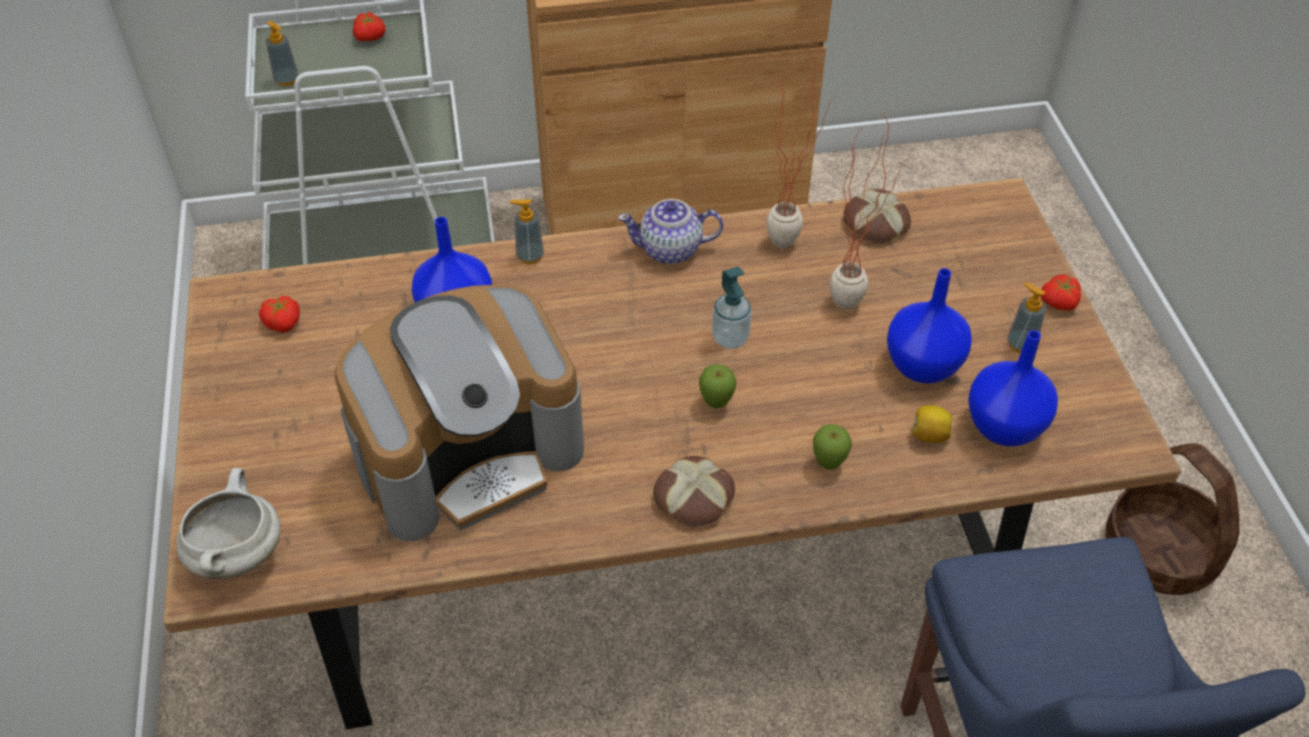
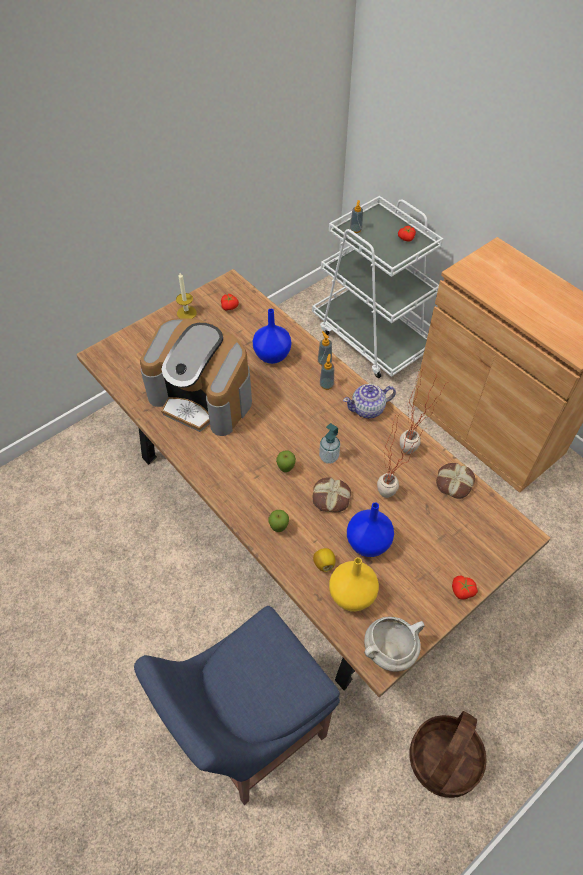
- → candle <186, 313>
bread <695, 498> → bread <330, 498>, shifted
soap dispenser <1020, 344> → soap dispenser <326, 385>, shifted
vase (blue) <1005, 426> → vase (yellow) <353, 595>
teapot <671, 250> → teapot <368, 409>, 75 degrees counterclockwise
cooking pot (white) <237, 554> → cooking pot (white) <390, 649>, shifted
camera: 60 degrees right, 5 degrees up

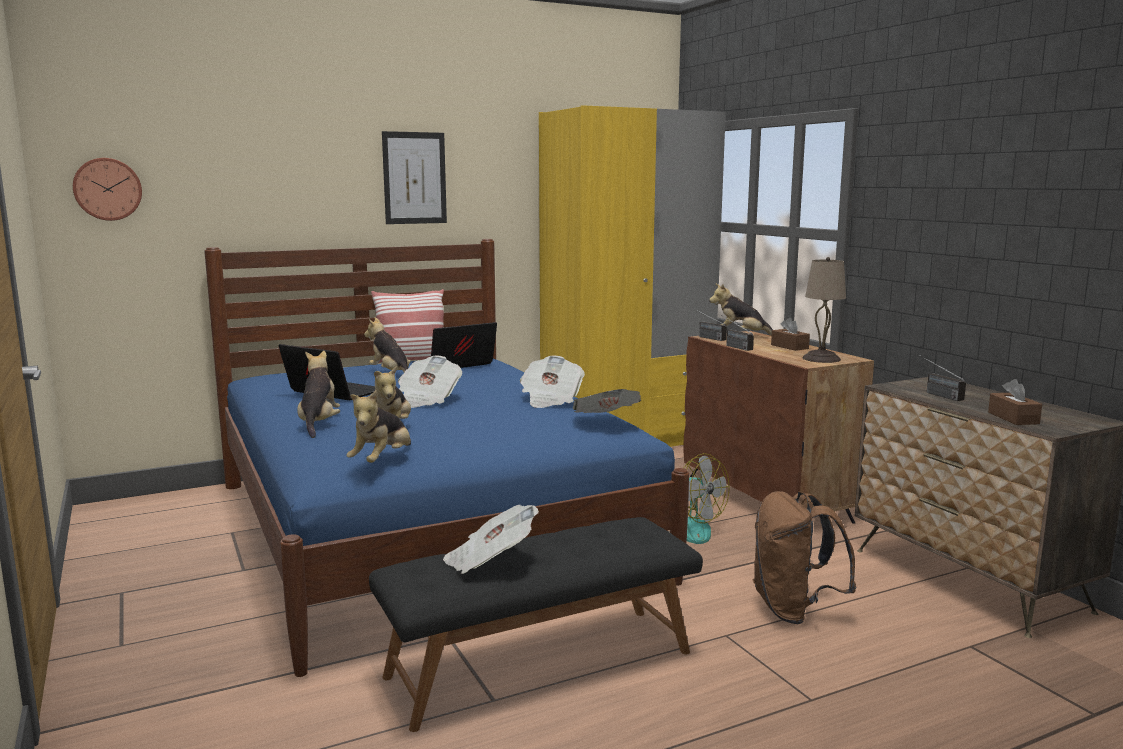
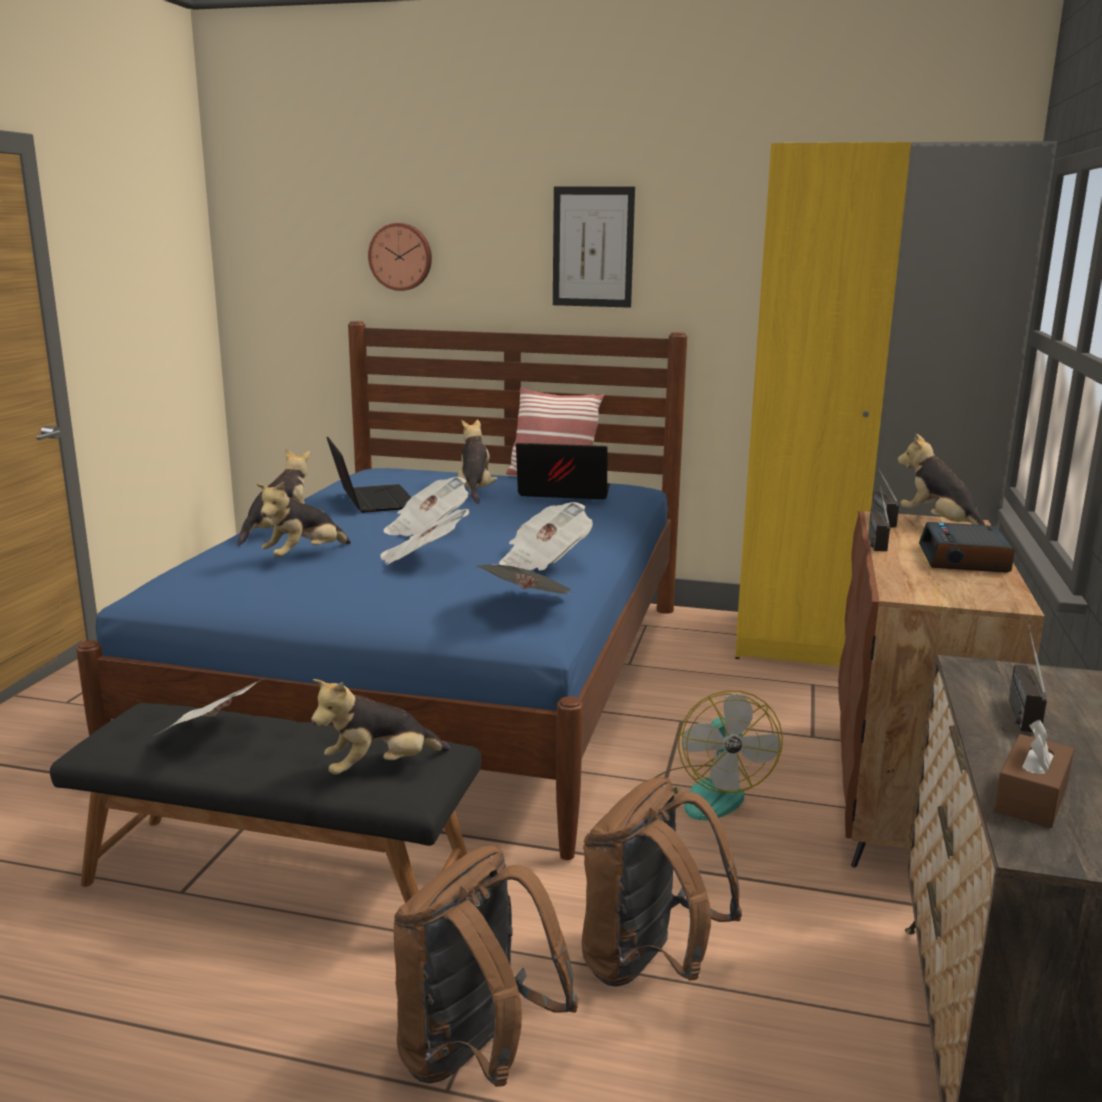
plush toy <382, 460> → plush toy <379, 768>, shifted
wall clock <108, 189> → wall clock <401, 257>, shifted
- → newspaper <422, 560>
- → backpack (brown) <474, 1057>
tissue box (brown) <789, 347> → alarm clock <964, 559>
table lamp (beige) <822, 359> → -
camera: 40 degrees right, 5 degrees up

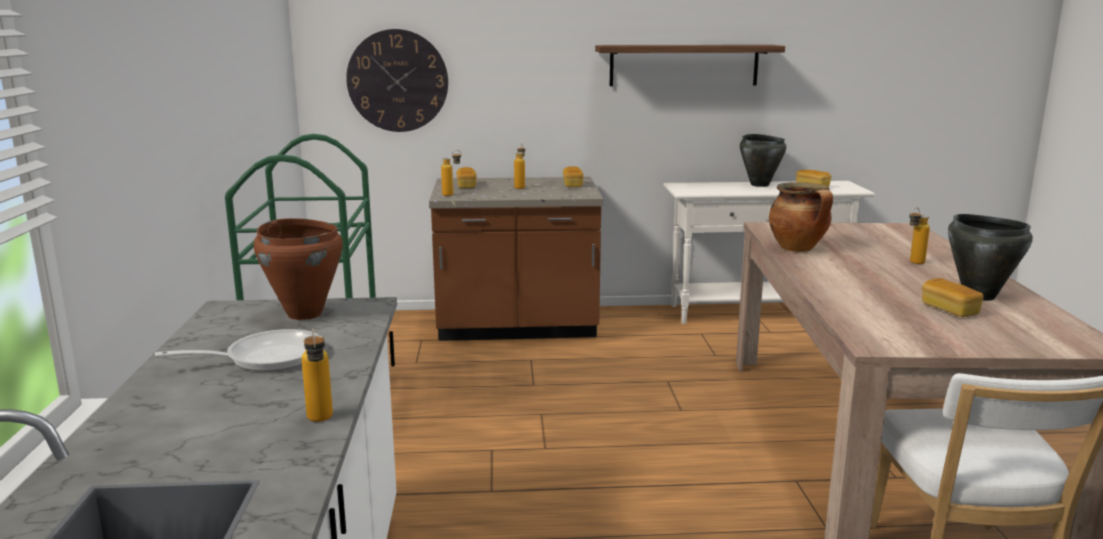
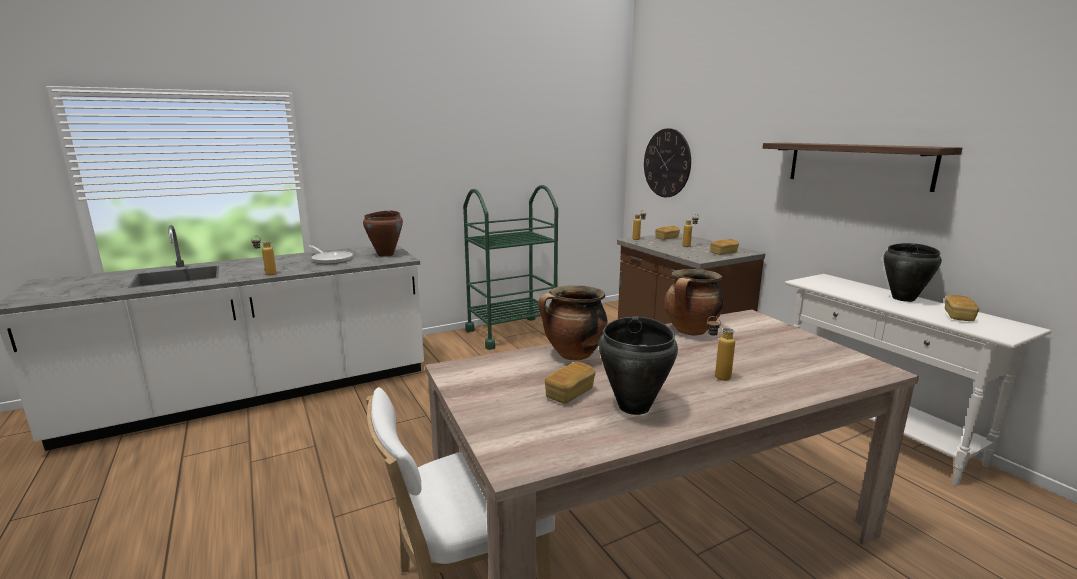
- → cooking pot <573, 355>
camera: 65 degrees right, 0 degrees up

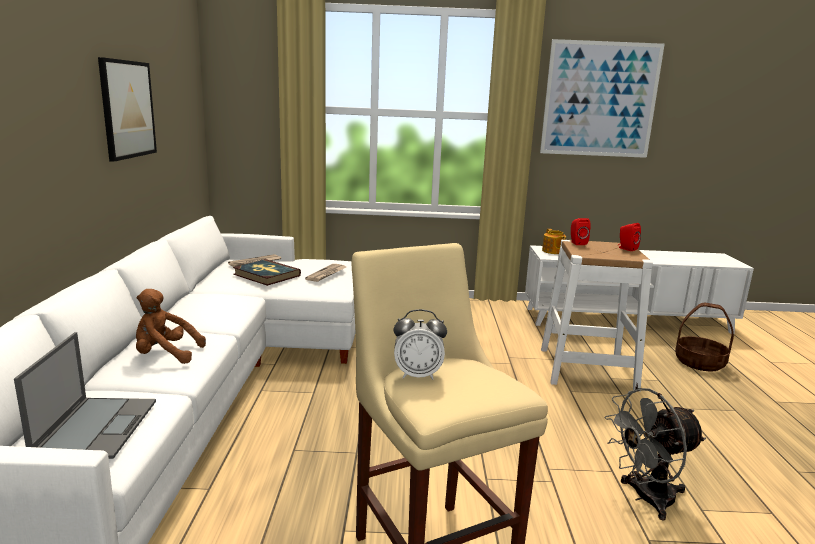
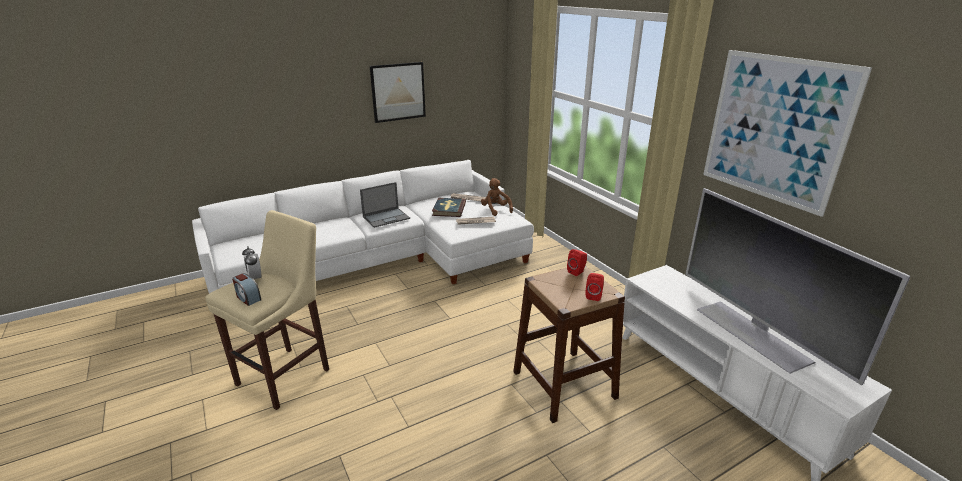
- → alarm clock <248, 298>
laptop <97, 426> → laptop <386, 217>, shifted
plush toy (brown) <165, 355> → plush toy (brown) <495, 210>, shifted
stool (white) <587, 368> → stool (brown) <564, 384>
- → television <753, 334>
teapot <553, 251> → -
fan (grey) <645, 498> → -
basket <700, 362> → -
camera: 60 degrees right, 10 degrees up

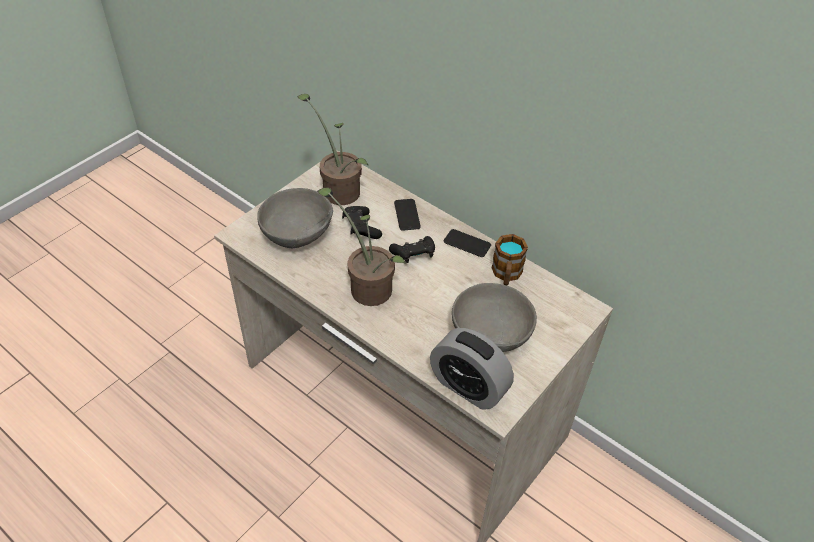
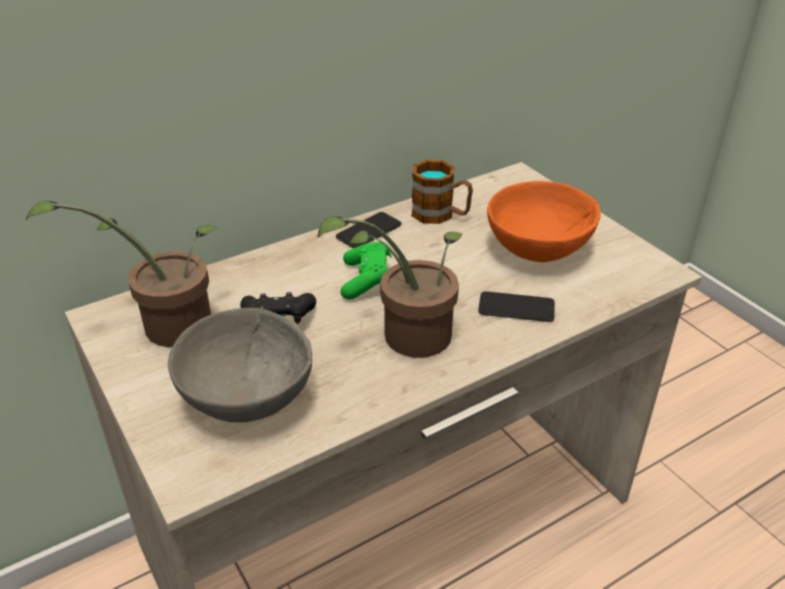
game controller (black) <413, 255> → game controller (green) <366, 280>
phone <407, 215> → phone <516, 308>, shifted
bowl (grey) <491, 335> → bowl (orange) <539, 248>
alarm clock <468, 386> → -
camera: 70 degrees left, 10 degrees down

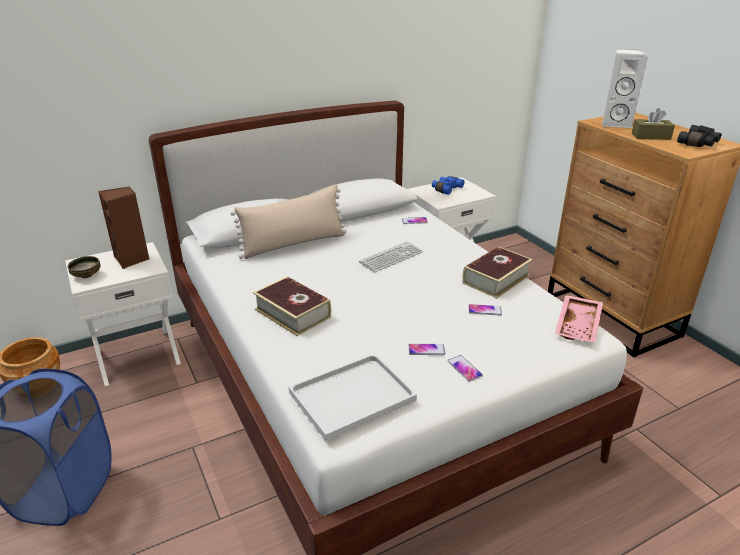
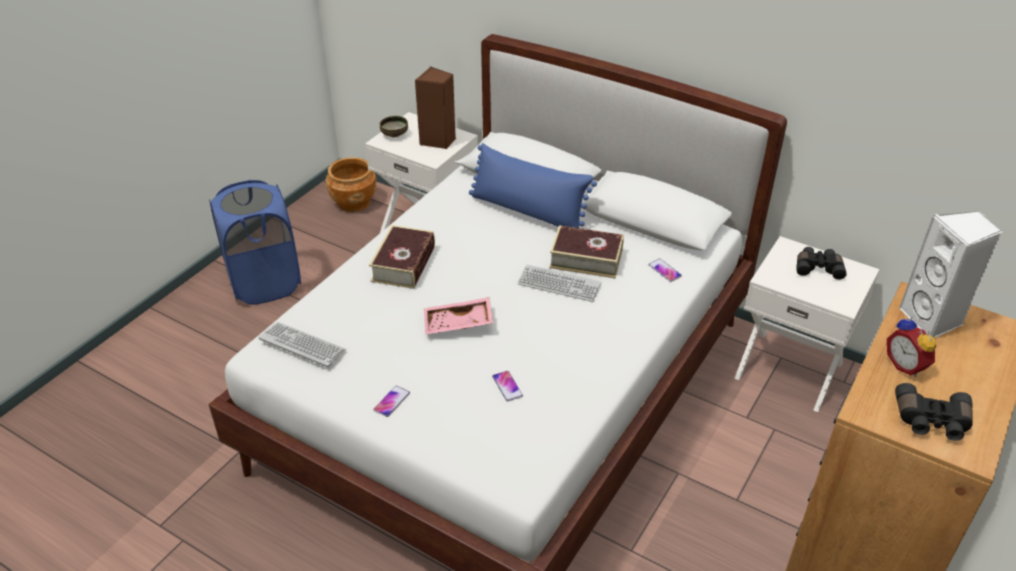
tray (white) <350, 398> → keyboard <302, 345>
tray (pink) <579, 326> → tray (pink) <458, 324>, shifted
pillow (beige) <294, 244> → pillow (blue) <528, 211>
book <496, 279> → book <586, 259>, shifted
binoculars (blue) <446, 189> → binoculars (black) <818, 268>
tissue box (brown) <650, 136> → alarm clock <906, 365>
phone <426, 350> → -
camera: 60 degrees right, 10 degrees up

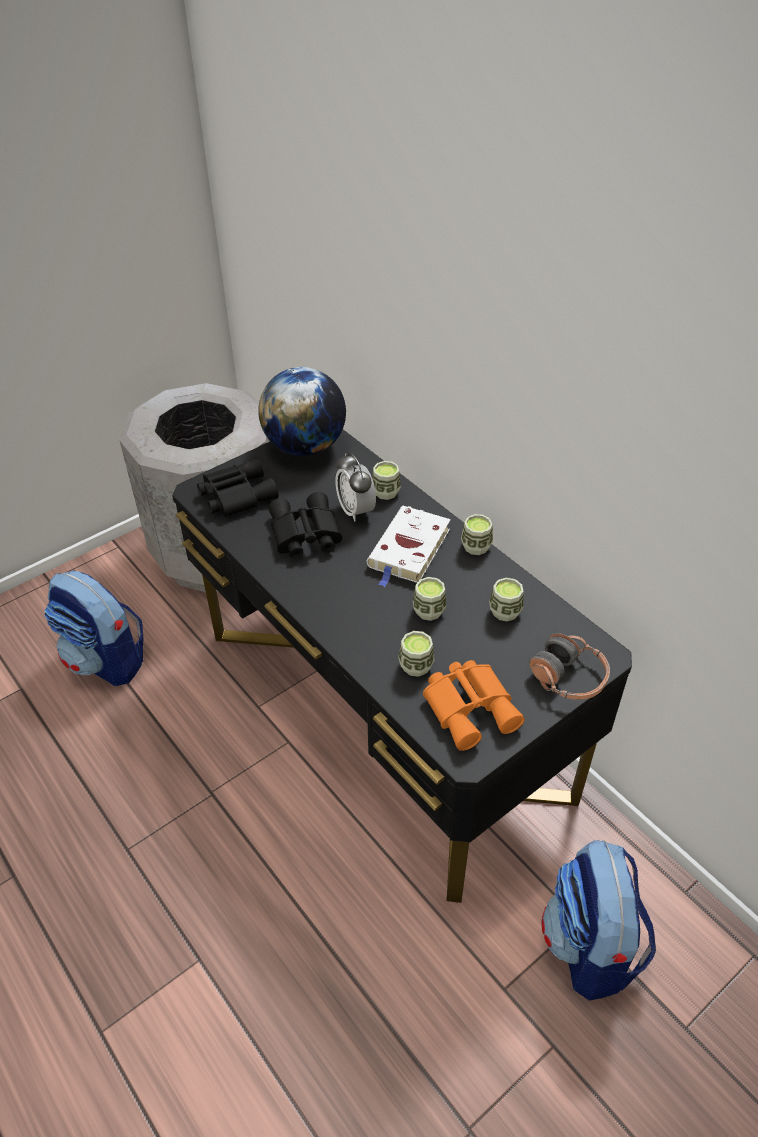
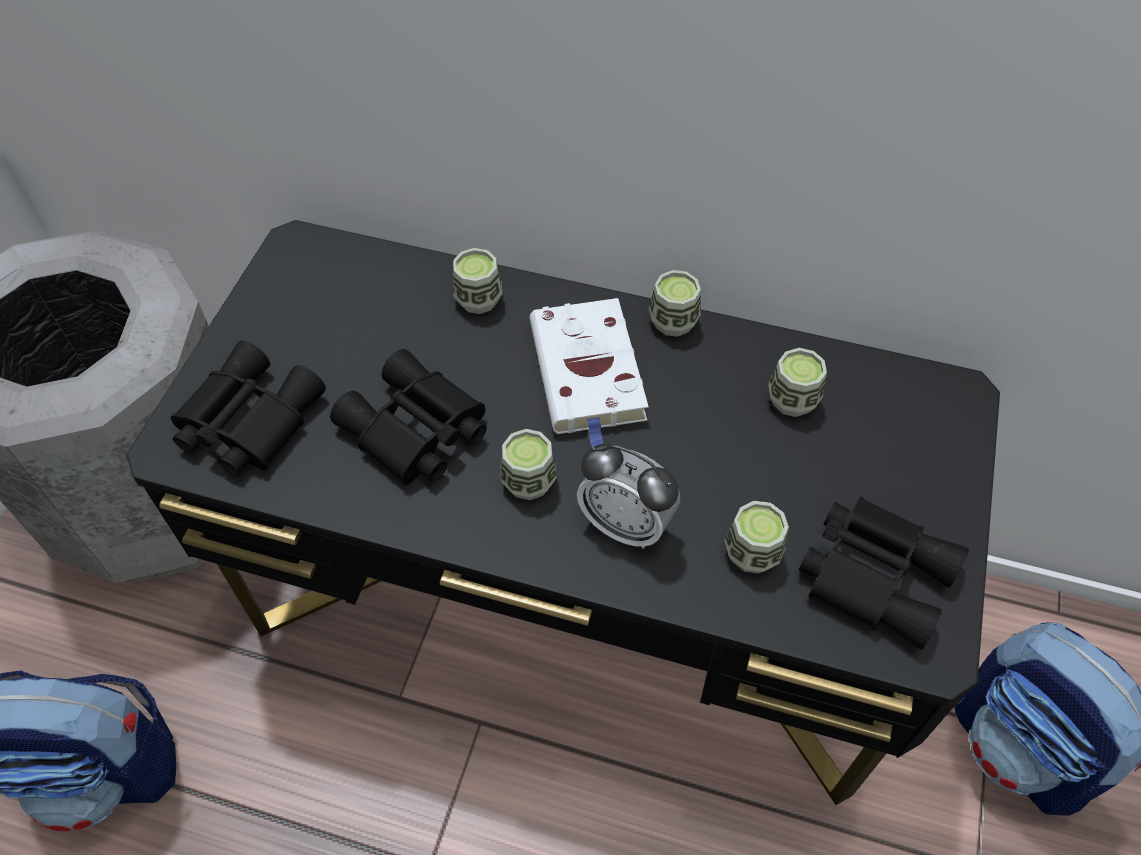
cup <429, 611> → cup <528, 481>, shifted
alarm clock <356, 510> → alarm clock <626, 524>, shifted
binoculars (orange) <471, 707> → binoculars (black) <874, 572>
globe <305, 446> → -
headphones <568, 677> → -
camera: 35 degrees left, 10 degrees up

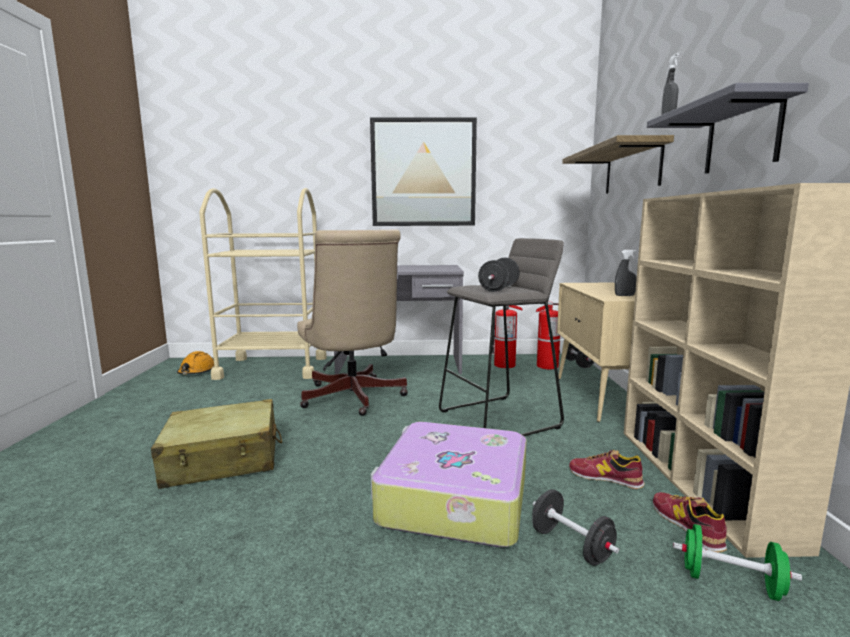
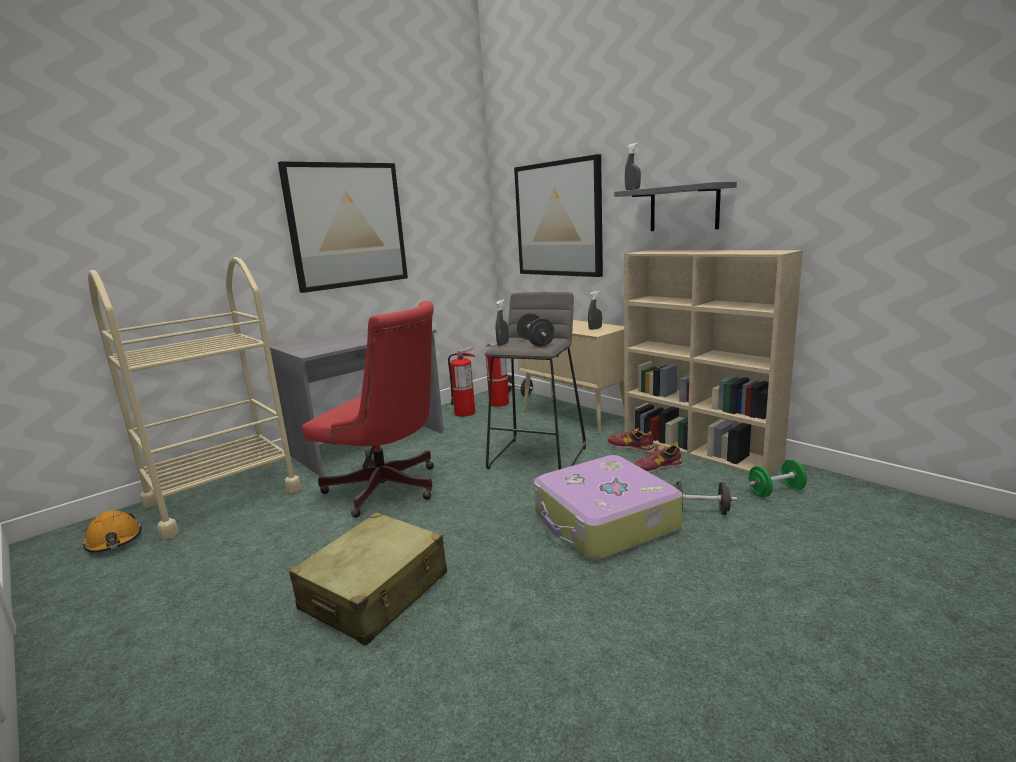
office chair (beige) <353, 399> → office chair (red) <389, 490>
- → spray bottle (grey) <503, 344>
shelf <632, 169> → picture <558, 219>
shoe <687, 526> → shoe <631, 447>, shifted
camera: 40 degrees left, 5 degrees up

